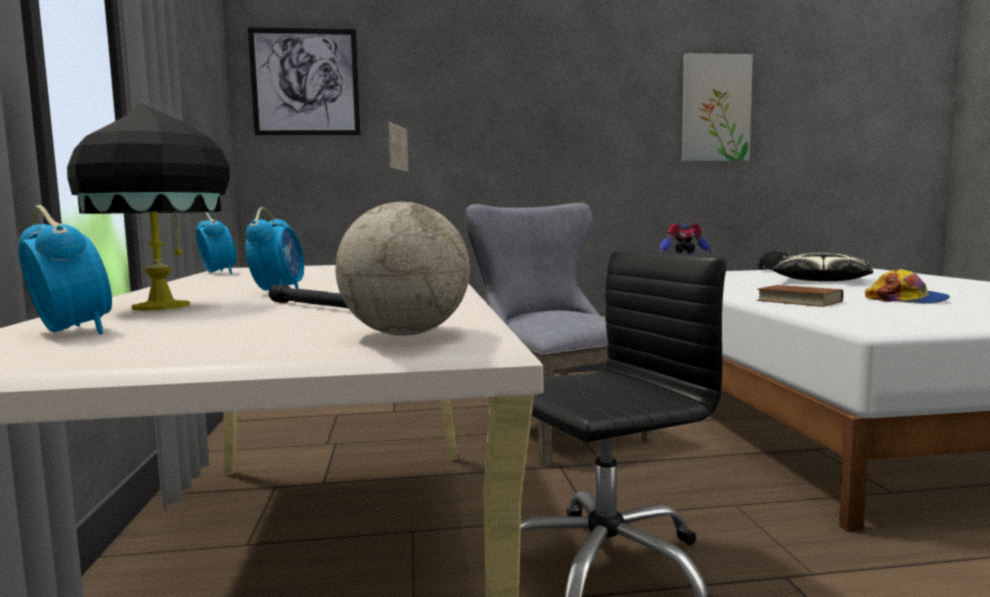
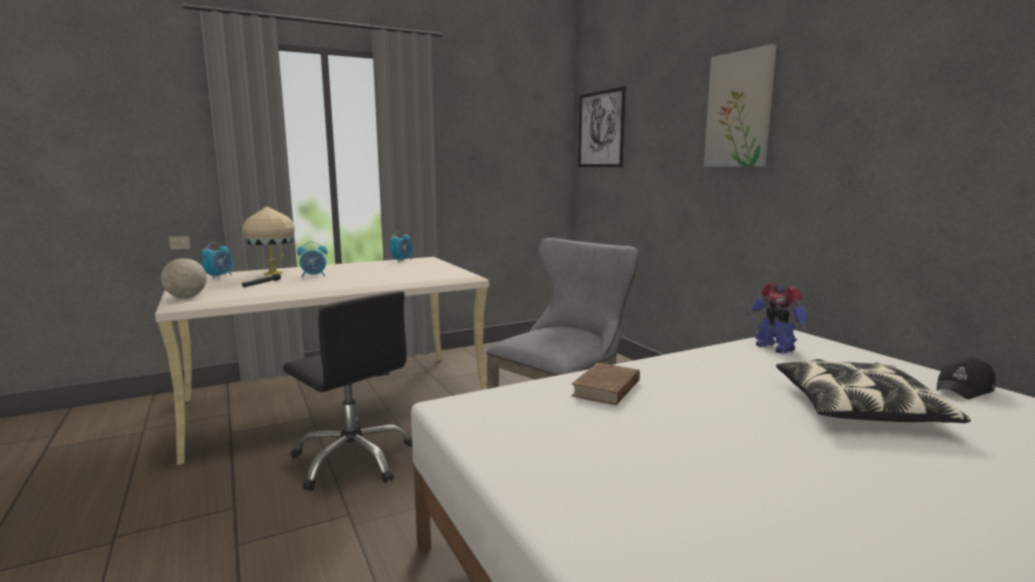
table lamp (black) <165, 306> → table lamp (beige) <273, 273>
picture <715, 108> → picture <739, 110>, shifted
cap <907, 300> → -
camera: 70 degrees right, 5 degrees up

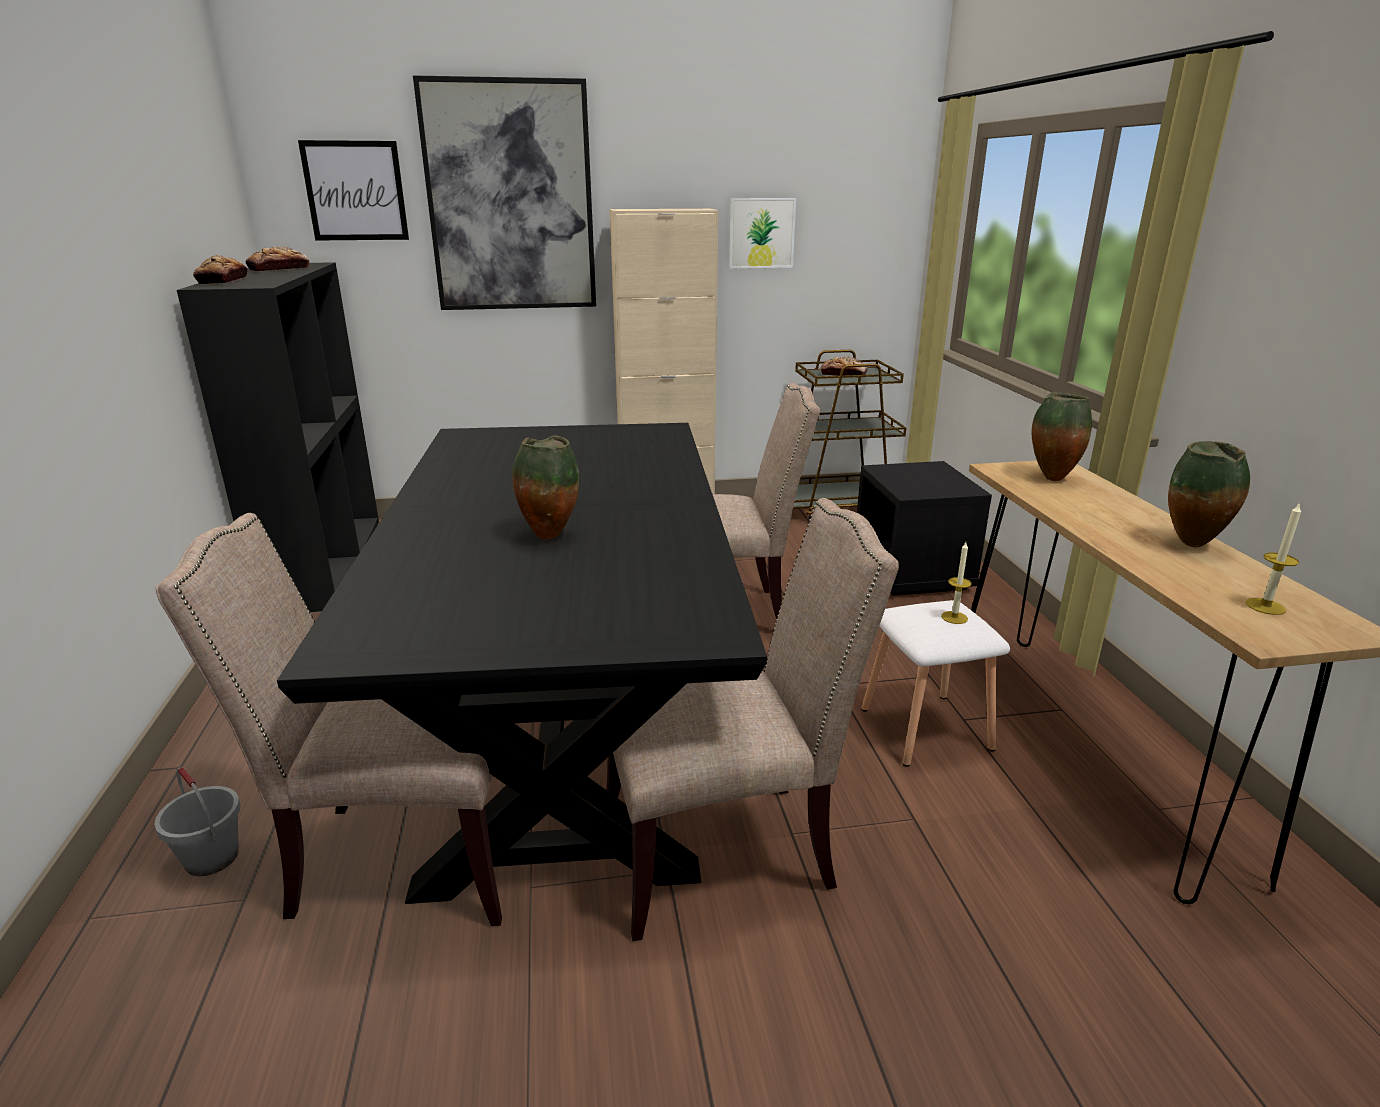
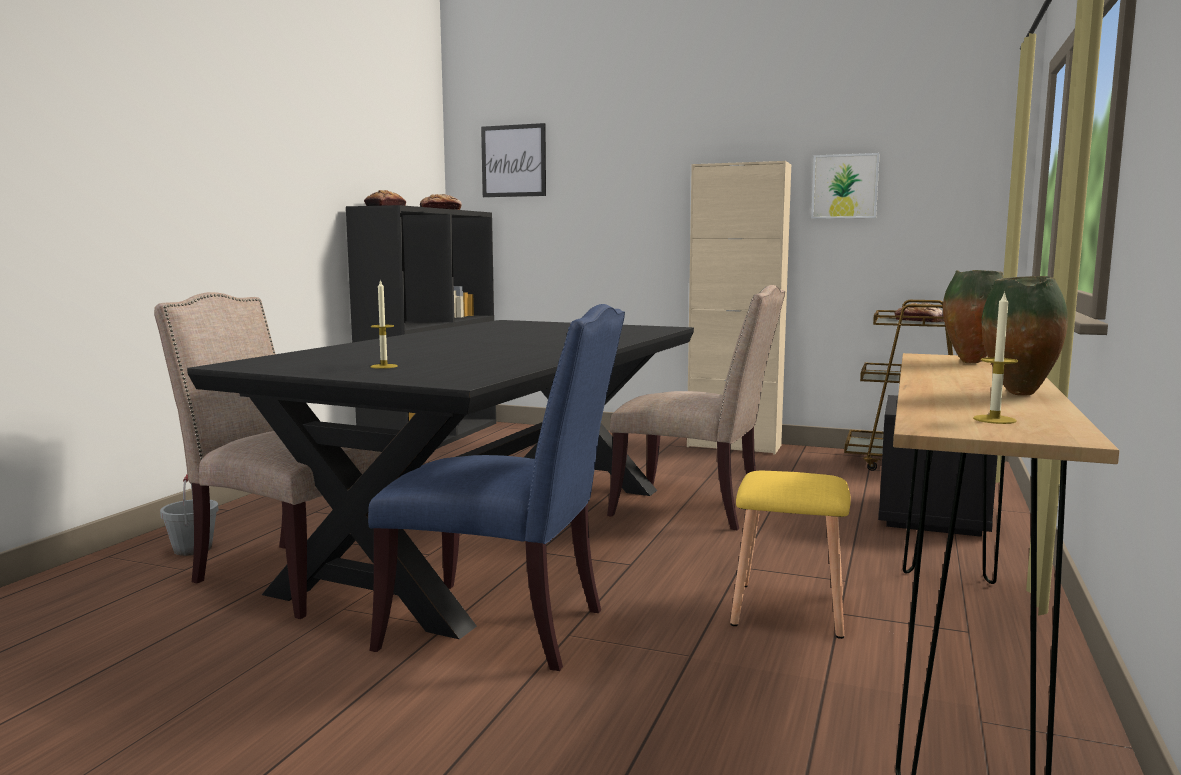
chair (beige) <727, 848> → chair (blue) <504, 628>
candle <954, 617> → candle <384, 366>, shifted
stool (white) <923, 728> → stool (yellow) <787, 608>
picture <510, 198> → -
vase <549, 536> → -
camera: 30 degrees right, 15 degrees down

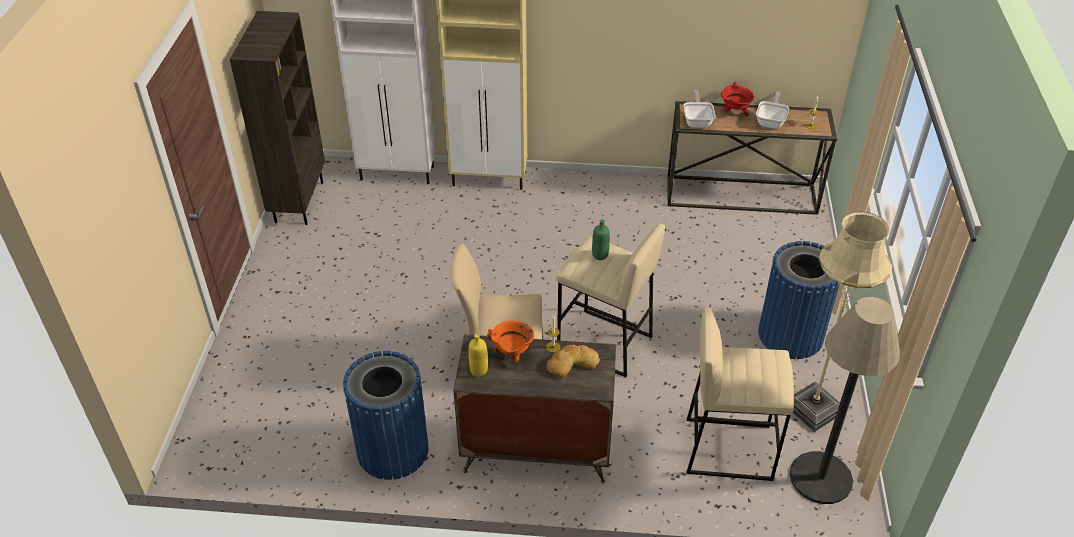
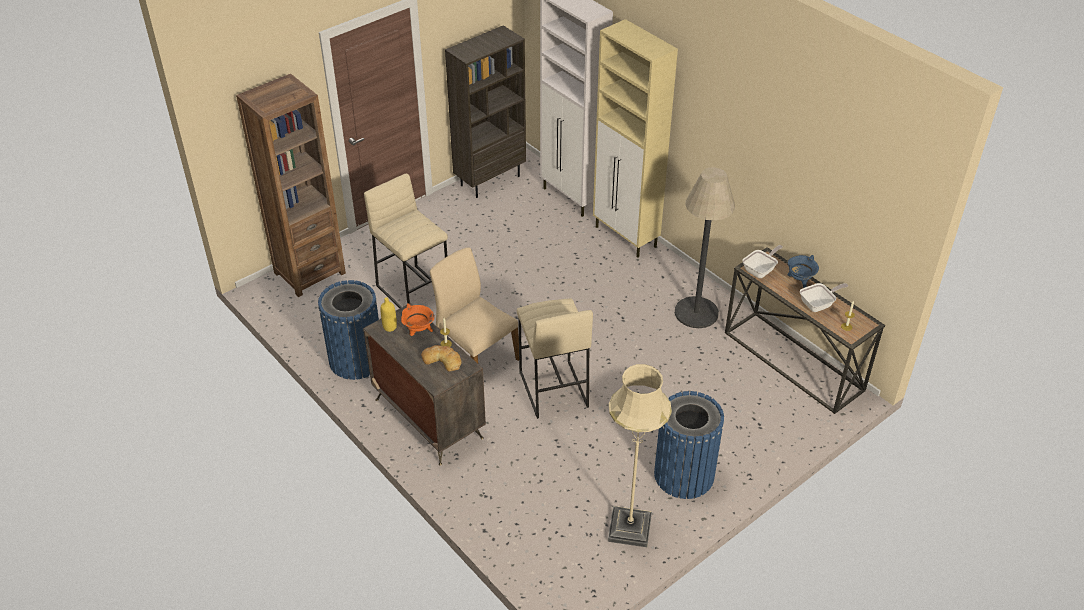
- → bookcase (brown) <309, 273>
stool (beige) <728, 448> → stool (beige) <413, 291>, shifted
floor lamp <821, 478> → floor lamp <696, 313>, shifted
cooking pot (red) <735, 112> → cooking pot (blue) <800, 281>
bottle (green) <600, 255> → -
camera: 45 degrees right, 0 degrees up

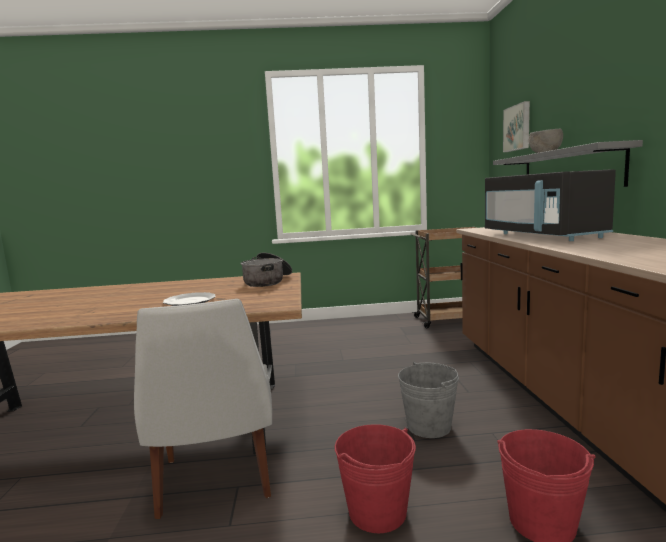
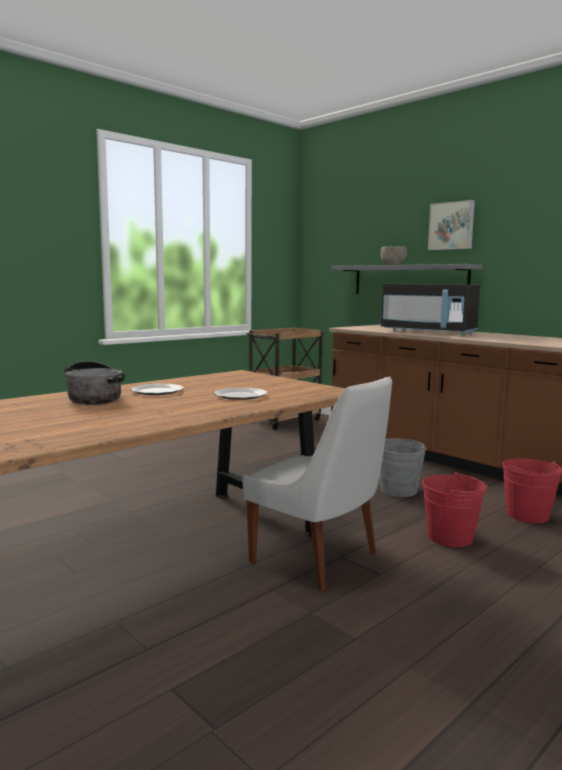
cooking pot <268, 281> → cooking pot <94, 398>, shifted
- → plate <157, 391>
picture <518, 128> → picture <452, 226>, shifted
camera: 40 degrees left, 0 degrees up

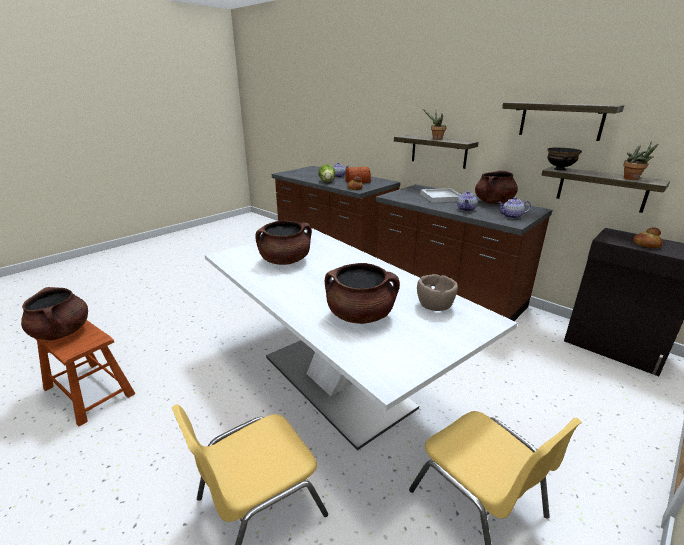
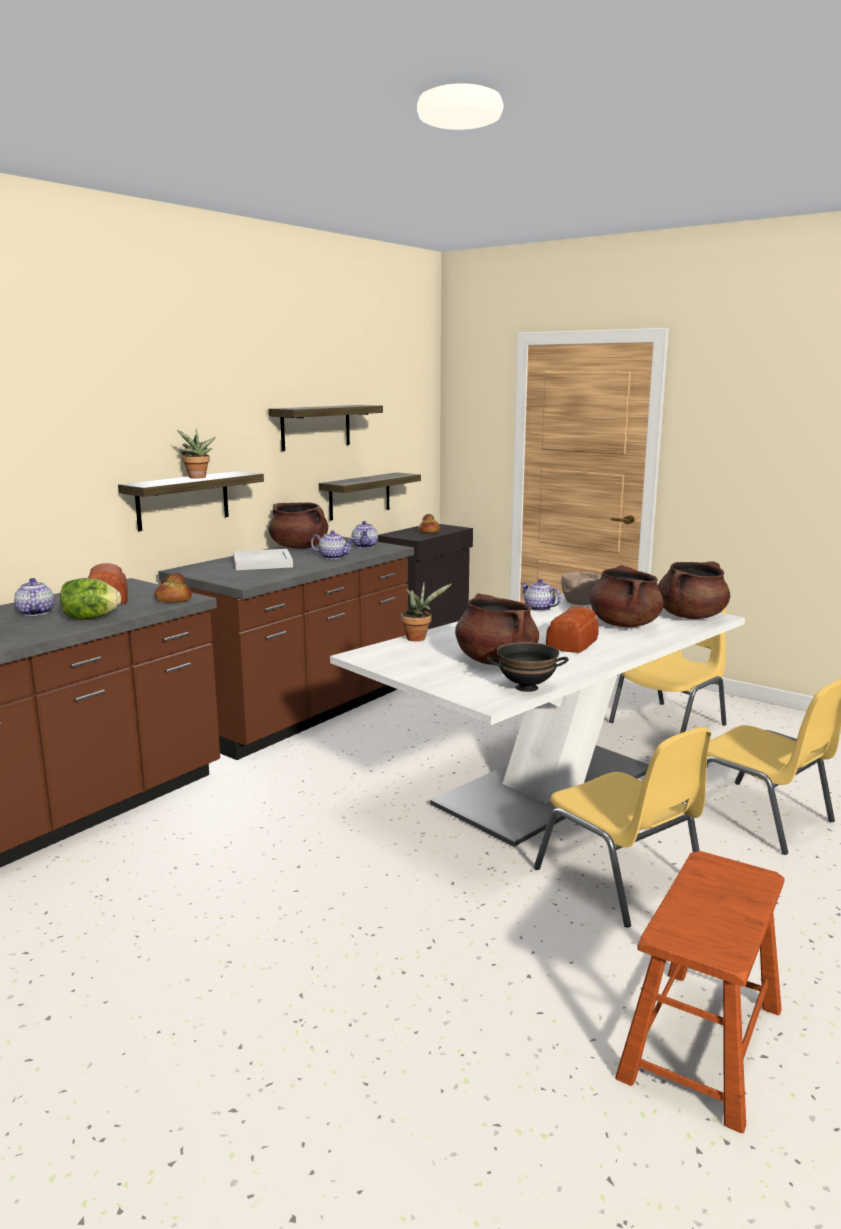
potted plant <633, 179> → potted plant <418, 638>, shifted
bowl (black) <559, 169> → bowl (black) <526, 688>, shifted
- → teapot <538, 608>
- → chair (yellow) <621, 880>
- → bread <573, 643>
cooking pot (brown) <62, 332> → cooking pot (brown) <691, 616>, shifted
camera: 95 degrees left, 10 degrees down

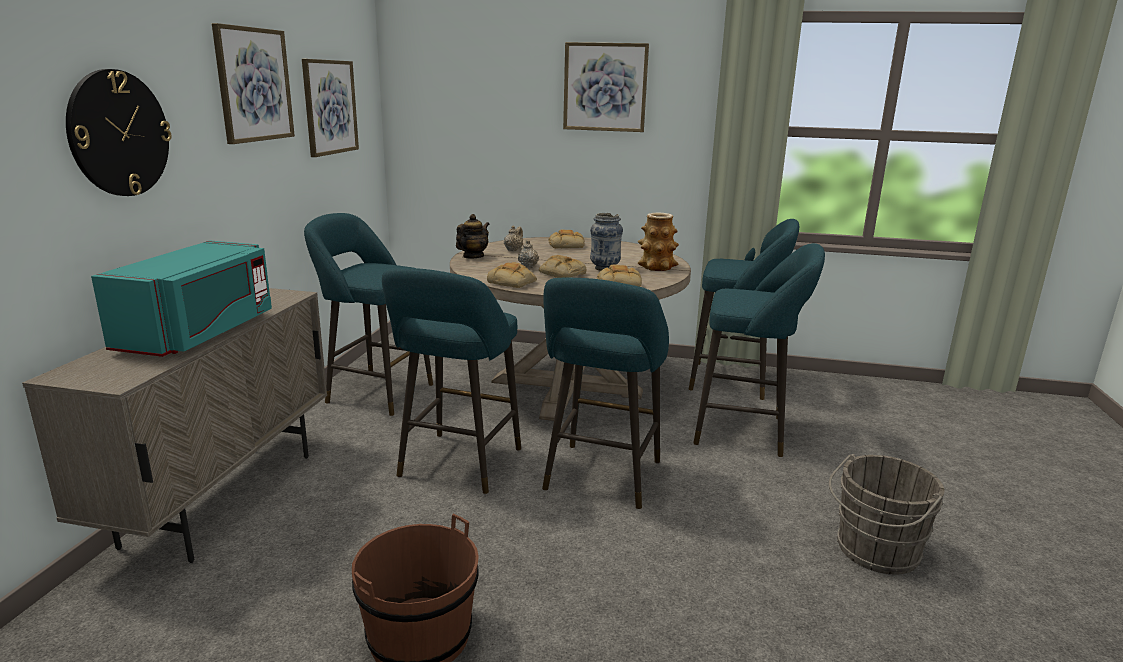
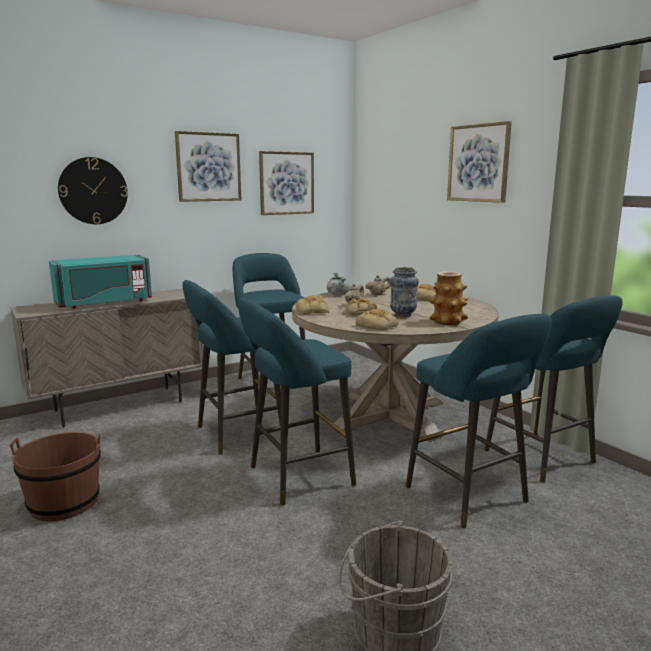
teapot <473, 257> → cooking pot (grey) <338, 294>
camera: 45 degrees right, 5 degrees down

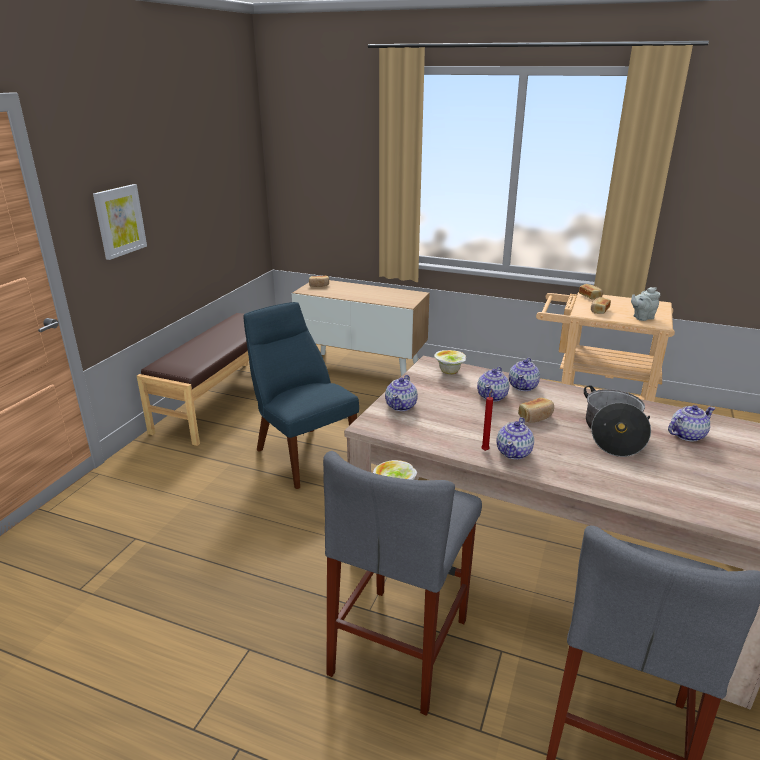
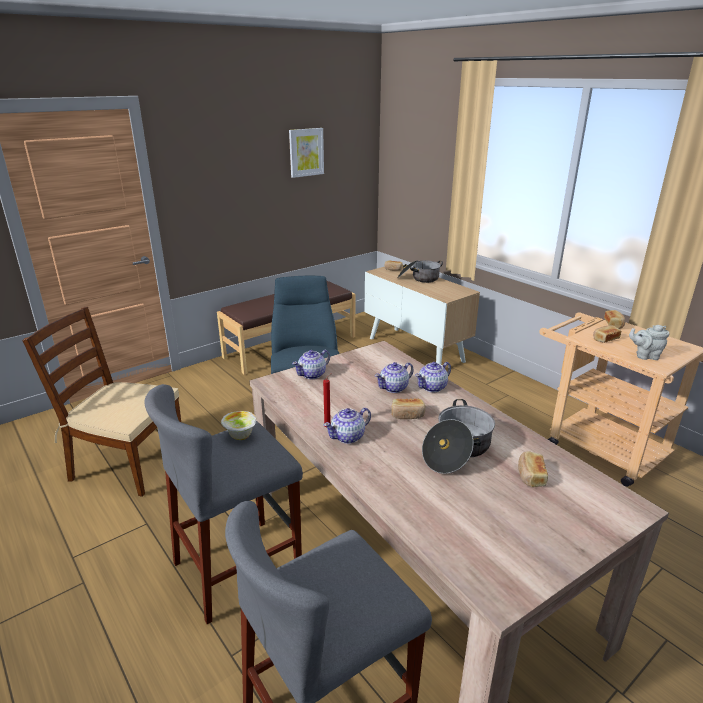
- → chair (brown) <127, 464>
picture <119, 221> → picture <306, 152>, shifted
- → cooking pot <419, 278>
teapot <686, 435> → bread <530, 476>
bowl <449, 372> → -
camera: 30 degrees right, 0 degrees up

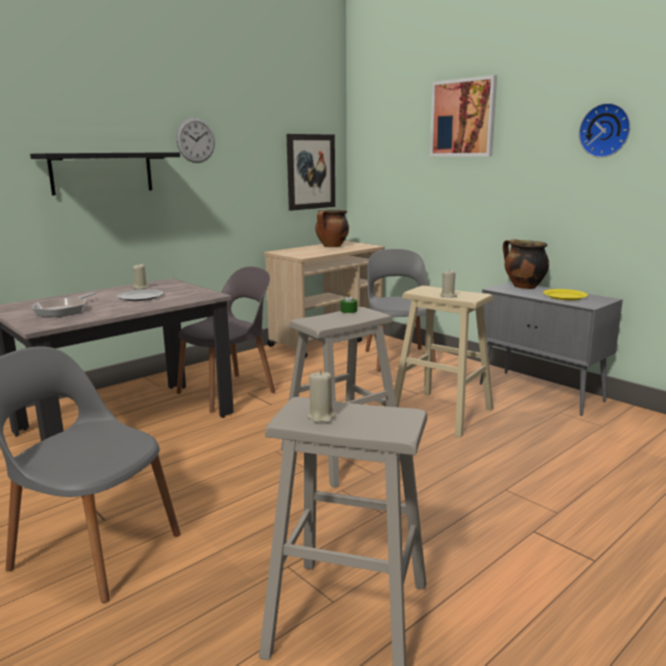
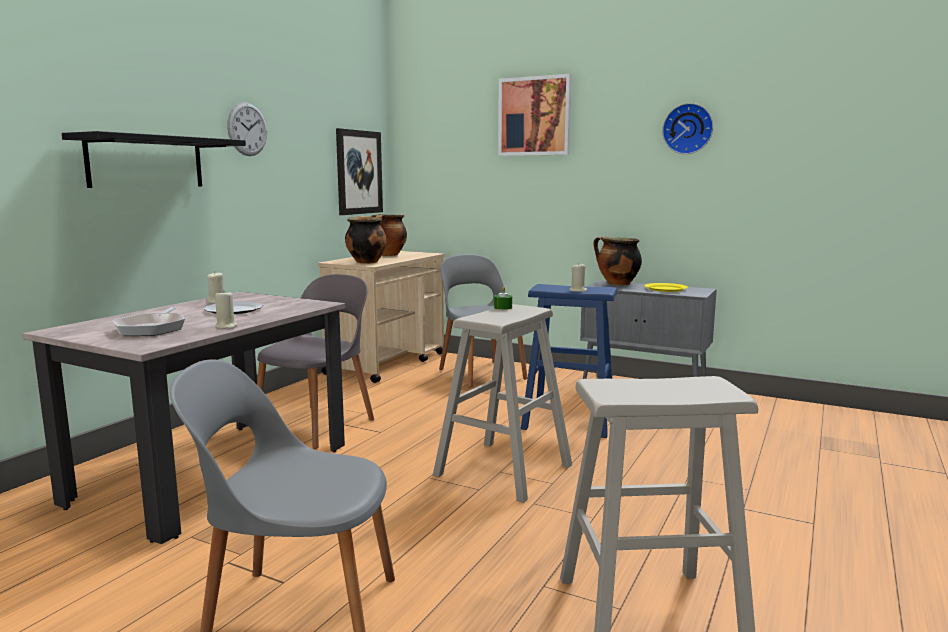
candle (beige) <321, 416> → candle (beige) <226, 326>, shifted
- → cooking pot <366, 262>
stool (beige) <442, 413> → stool (blue) <569, 418>
camera: 20 degrees left, 5 degrees down

